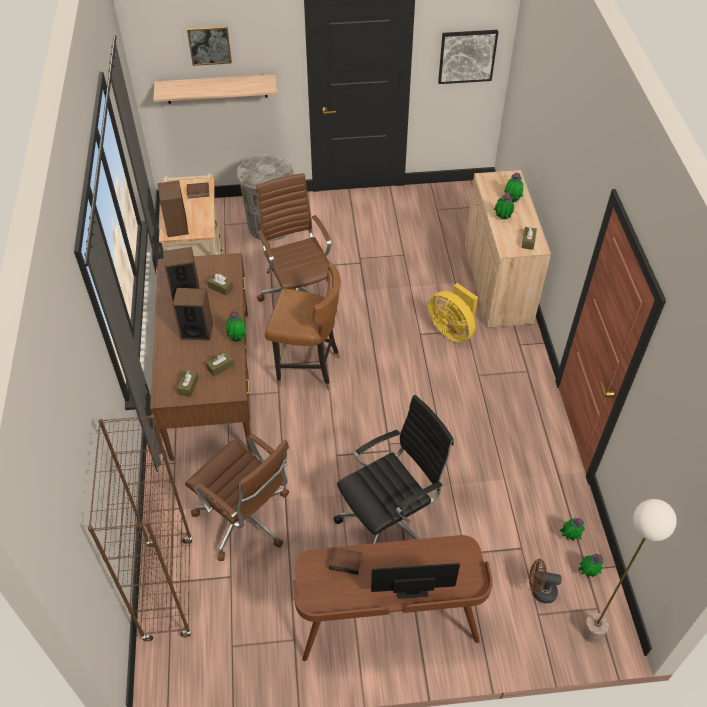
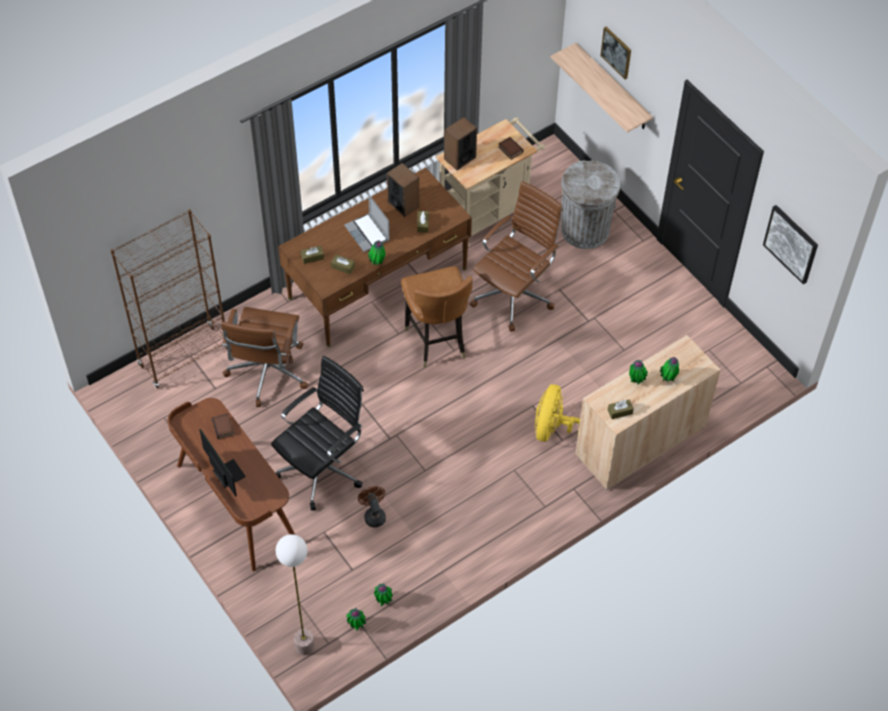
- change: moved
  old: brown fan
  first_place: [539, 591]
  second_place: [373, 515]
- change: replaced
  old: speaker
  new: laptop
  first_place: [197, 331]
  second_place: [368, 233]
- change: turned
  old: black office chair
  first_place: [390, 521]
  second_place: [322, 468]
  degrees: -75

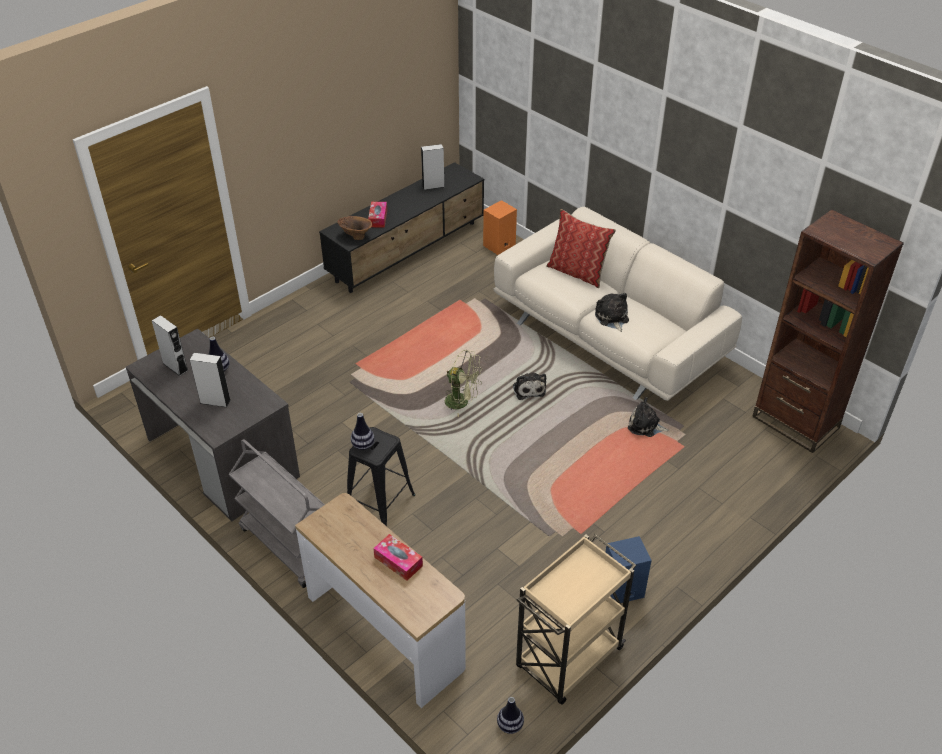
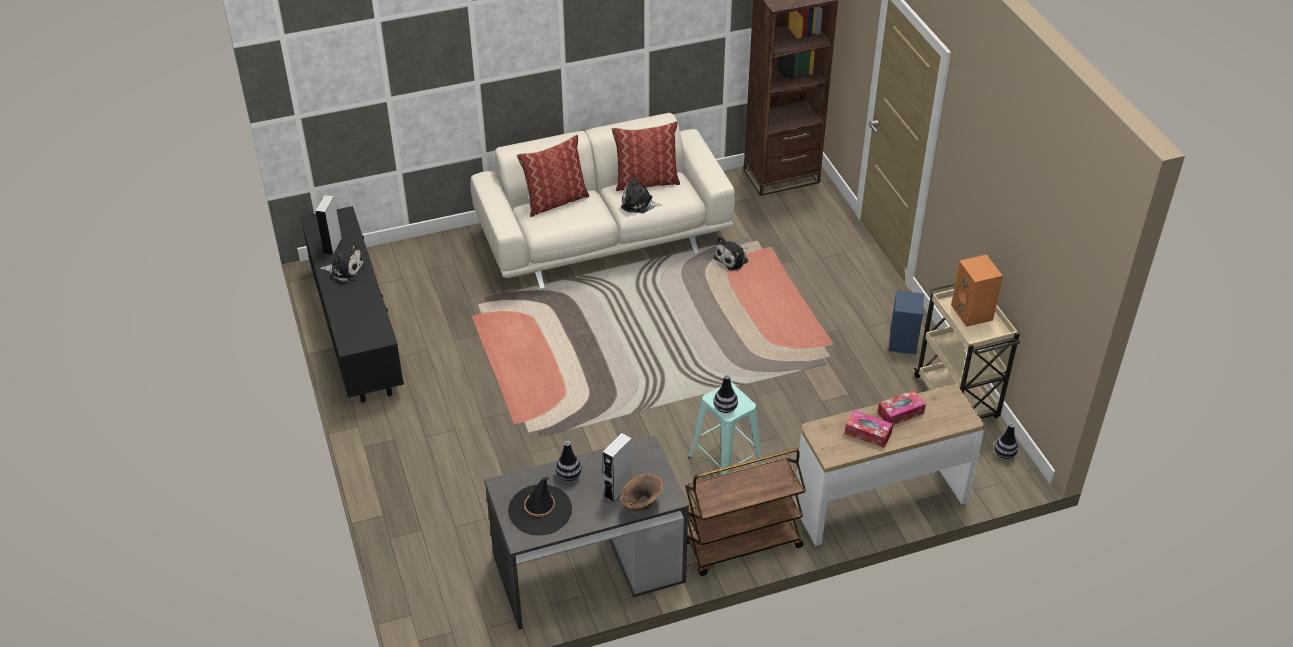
- change: removed
  old: green fan
  first_place: [462, 402]
- change: added
  new: pillow
  second_place: [646, 181]
- change: moved
  old: brown vase
  first_place: [356, 236]
  second_place: [641, 506]
- change: moved
  old: tissue box
  first_place: [378, 218]
  second_place: [868, 433]
- change: moved
  old: orange speaker
  first_place: [499, 246]
  second_place: [973, 313]
- change: moved
  old: plush toy
  first_place: [528, 389]
  second_place: [345, 269]
- change: replaced
  old: grey speaker
  new: black hat
  first_place: [175, 367]
  second_place: [540, 510]
- change: recoloured
  old: grey cart
  new: brown cart
  first_place: [287, 545]
  second_place: [741, 545]
- change: recoloured
  old: black stool
  new: turquoise stool
  first_place: [380, 504]
  second_place: [725, 463]

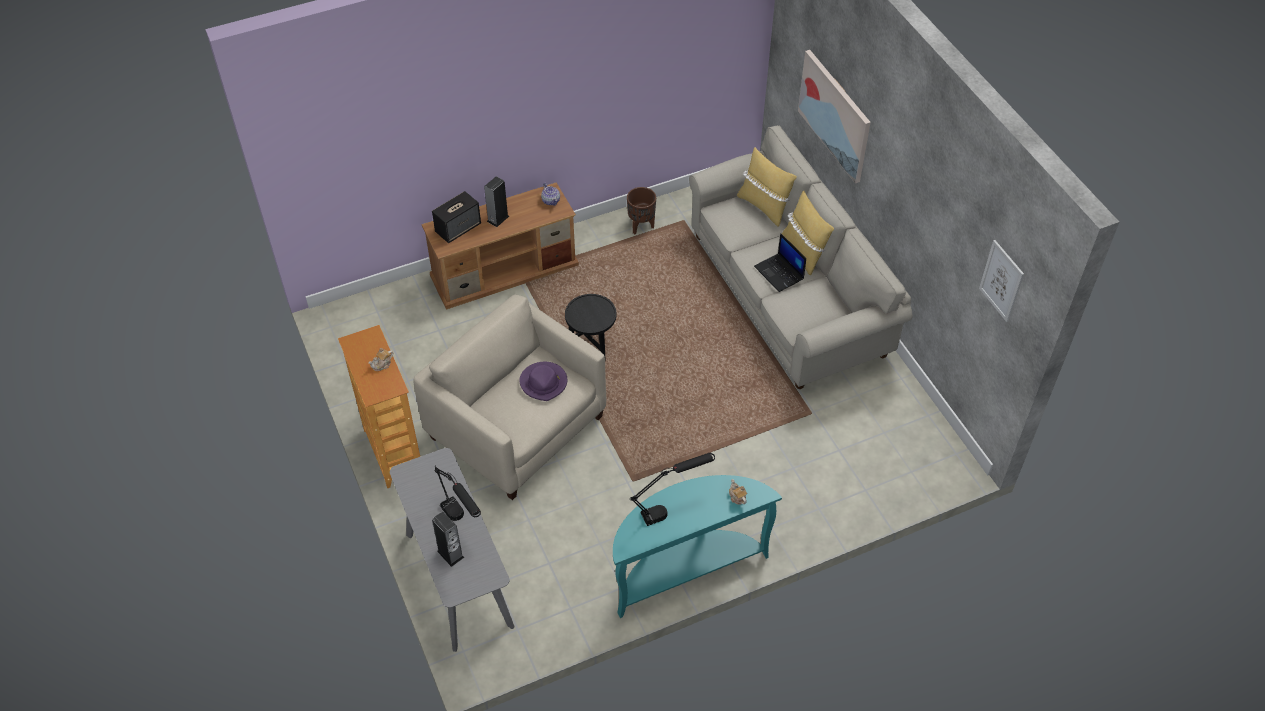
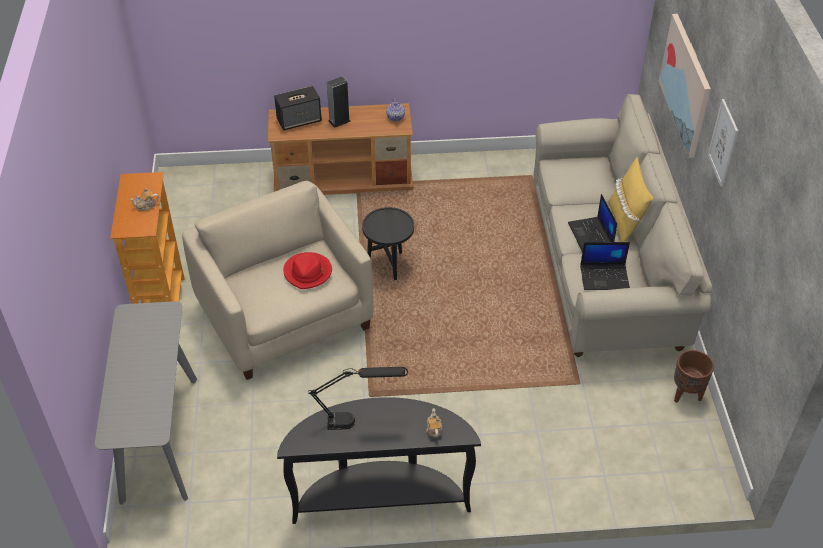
- change: removed
  old: speaker
  first_place: [450, 554]
- change: removed
  old: black table lamp
  first_place: [461, 522]
- change: removed
  old: yellow pillow
  first_place: [764, 206]
- change: added
  new: laptop
  second_place: [605, 277]
- change: moved
  old: brown planter
  first_place: [641, 226]
  second_place: [686, 395]
- change: moved
  old: picture
  first_place: [1001, 281]
  second_place: [723, 143]
- change: recoloured
  old: purple hat
  new: red hat
  first_place: [544, 382]
  second_place: [308, 272]
- change: recoloured
  old: turquoise console table
  new: black console table
  first_place: [685, 569]
  second_place: [380, 497]

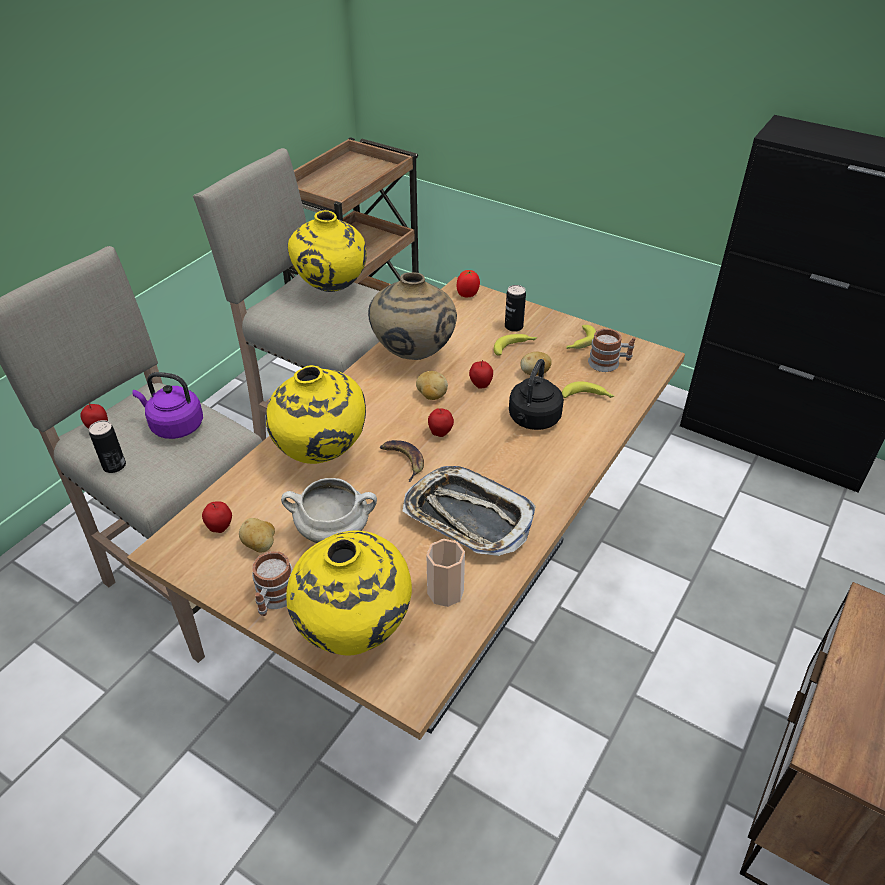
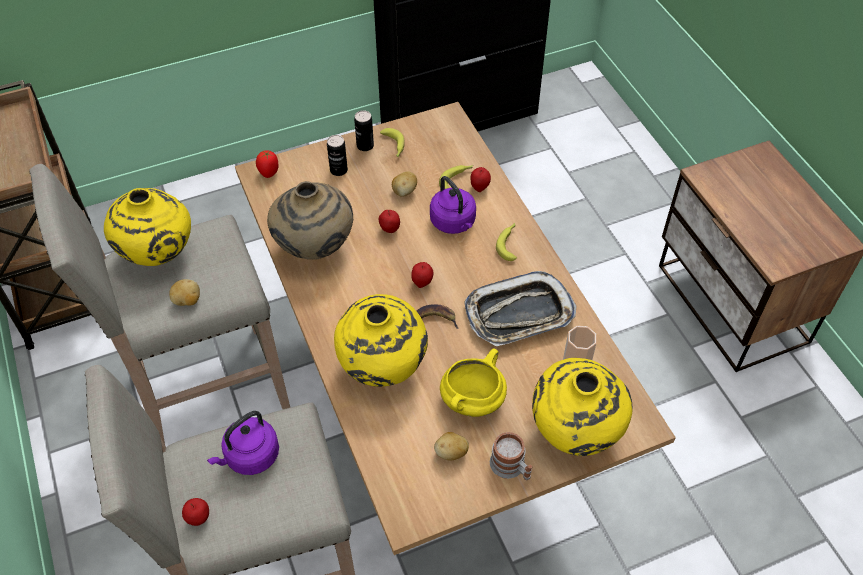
- change: removed
  old: mug
  first_place: [609, 363]
- change: moved
  old: can
  first_place: [114, 466]
  second_place: [365, 146]
- change: moved
  old: apple
  first_place: [220, 528]
  second_place: [480, 188]
- change: moved
  old: potato
  first_place: [431, 396]
  second_place: [187, 301]
- change: moved
  old: banana
  first_place: [514, 347]
  second_place: [509, 244]
- change: recoloured
  old: white cooking pot
  new: yellow cooking pot
  first_place: [334, 531]
  second_place: [472, 399]
- change: recoloured
  old: black kettle
  new: purple kettle
  first_place: [533, 420]
  second_place: [454, 223]

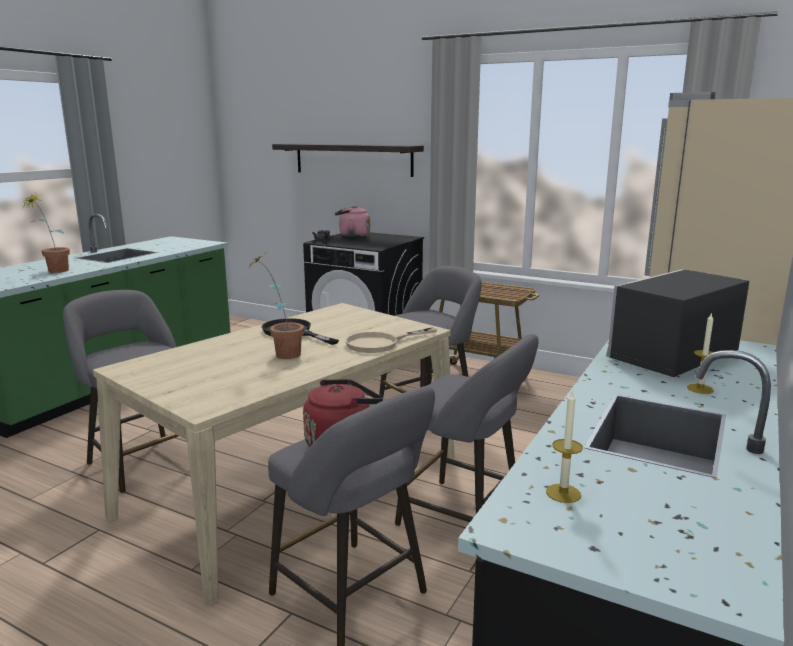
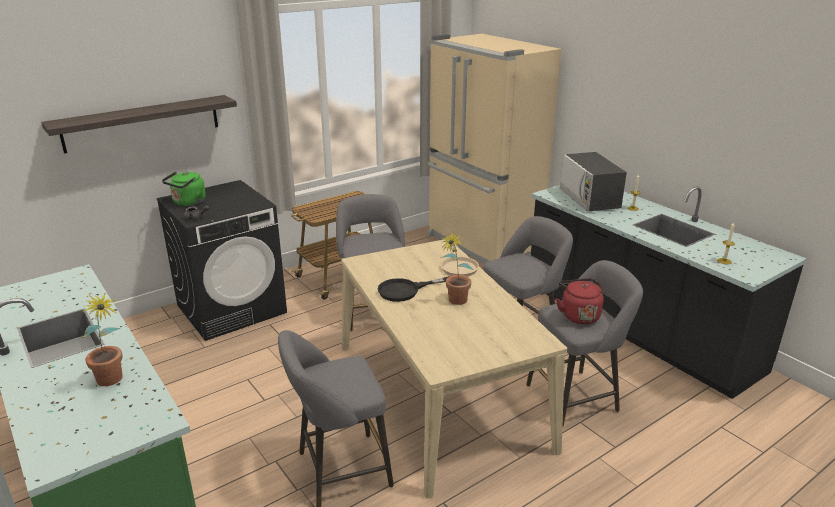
- change: recoloured
  old: pink kettle
  new: green kettle
  first_place: [352, 236]
  second_place: [188, 202]

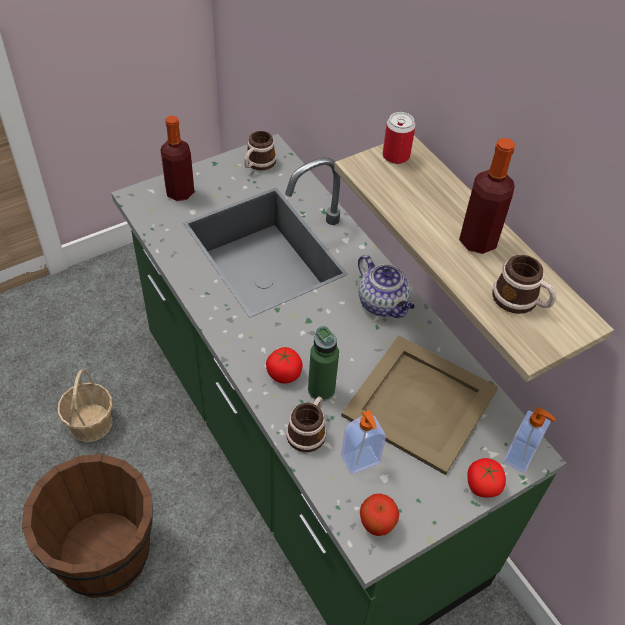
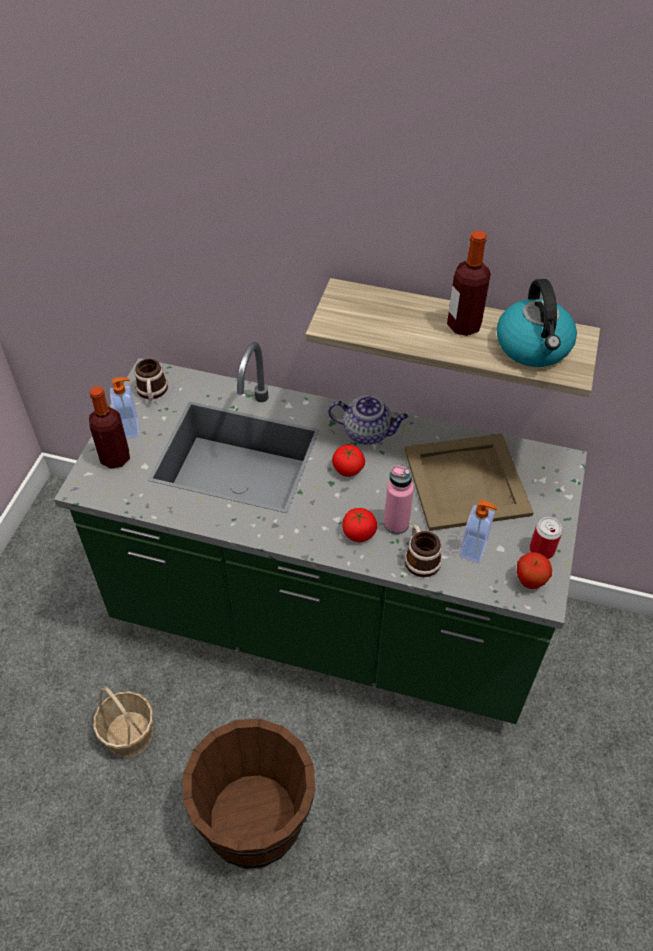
- change: moved
  old: can
  first_place: [396, 156]
  second_place: [542, 550]
- change: moved
  old: tomato
  first_place: [482, 485]
  second_place: [347, 469]
- change: moved
  old: soap dispenser
  first_place: [520, 456]
  second_place: [130, 428]
- change: replaced
  old: mug
  new: kettle
  first_place: [520, 301]
  second_place: [533, 347]
- change: recoloured
  old: green bottle
  new: pink bottle
  first_place: [321, 390]
  second_place: [396, 524]

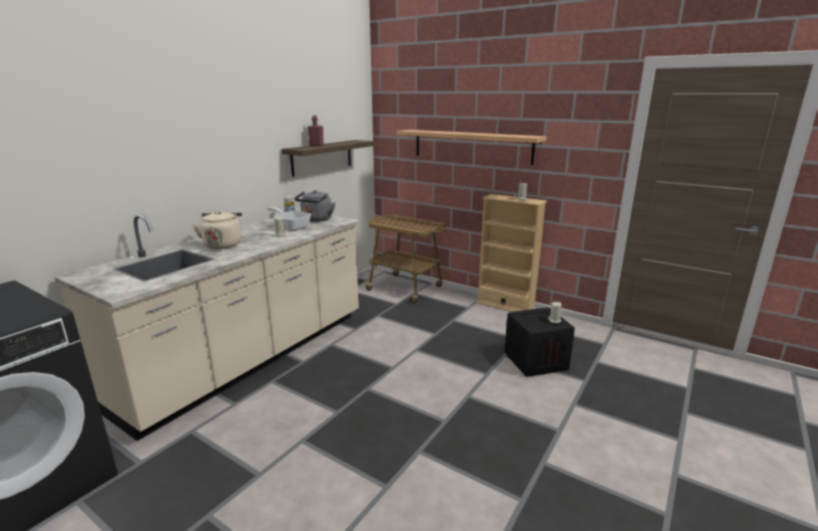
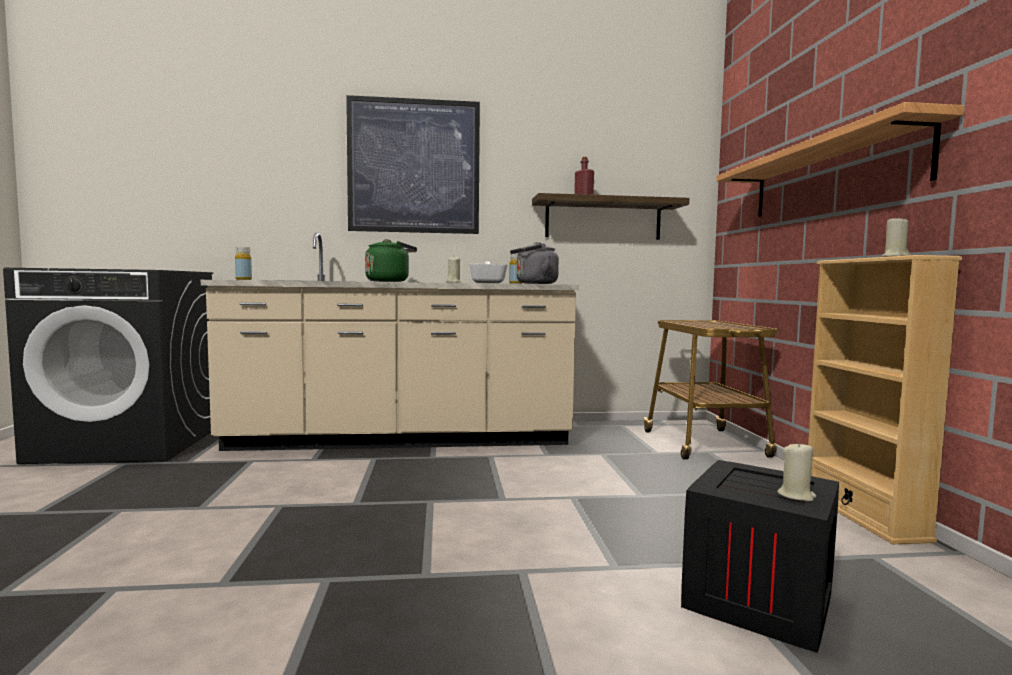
- change: added
  new: yellow bottle
  second_place: [243, 279]
- change: added
  new: picture
  second_place: [414, 166]
- change: recoloured
  old: beige kettle
  new: green kettle
  first_place: [223, 244]
  second_place: [389, 281]

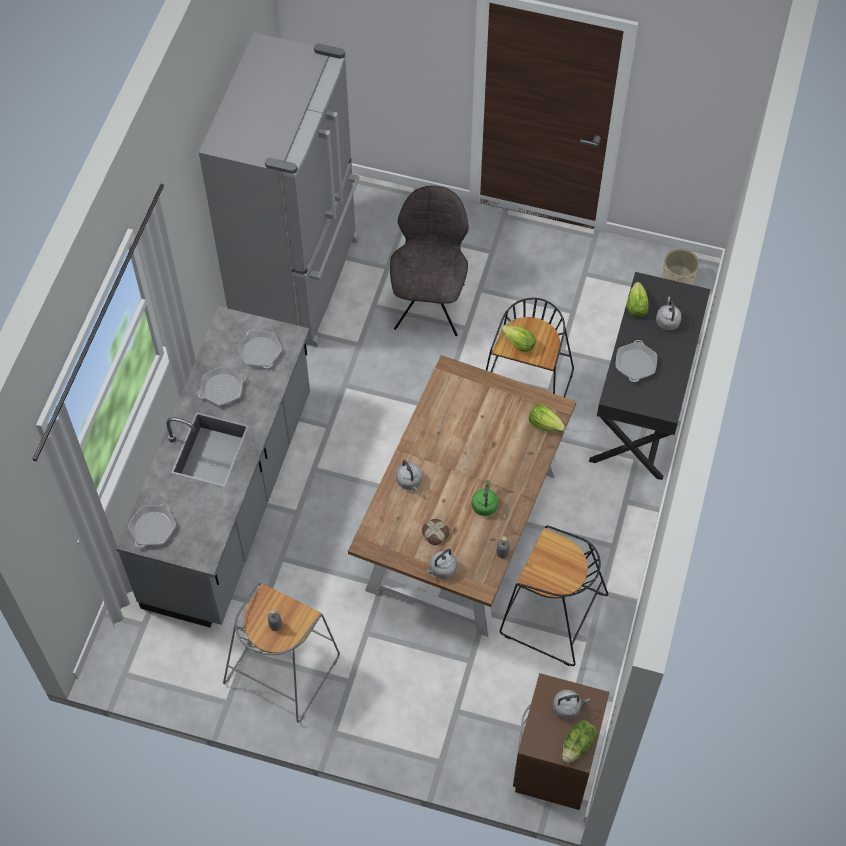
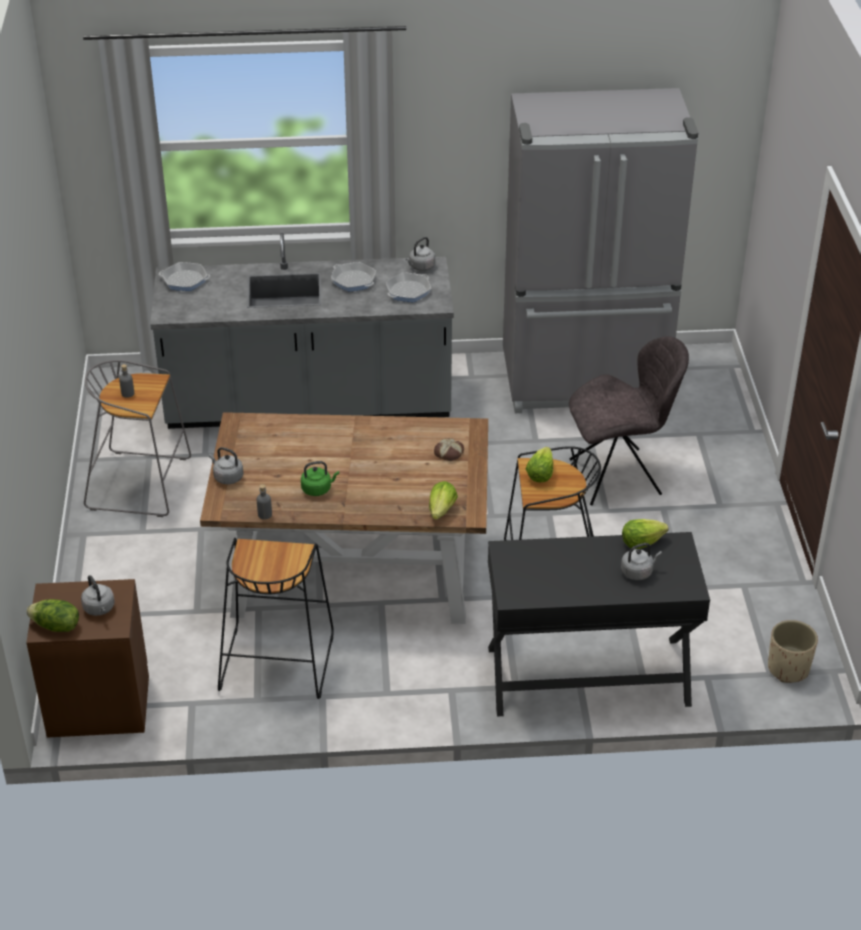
- change: removed
  old: frying pan
  first_place: [635, 364]
- change: moved
  old: grey kettle
  first_place: [409, 481]
  second_place: [421, 267]
- change: moved
  old: bread
  first_place: [436, 533]
  second_place: [449, 453]

